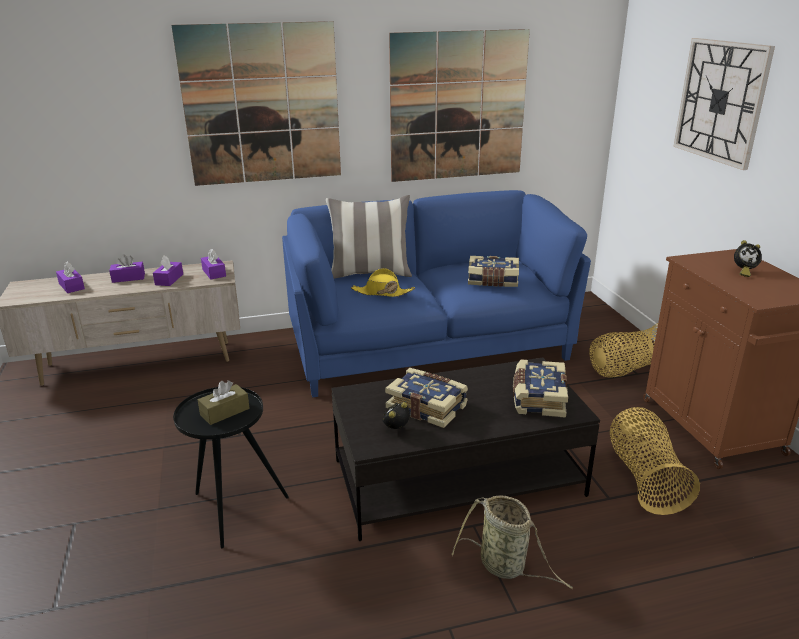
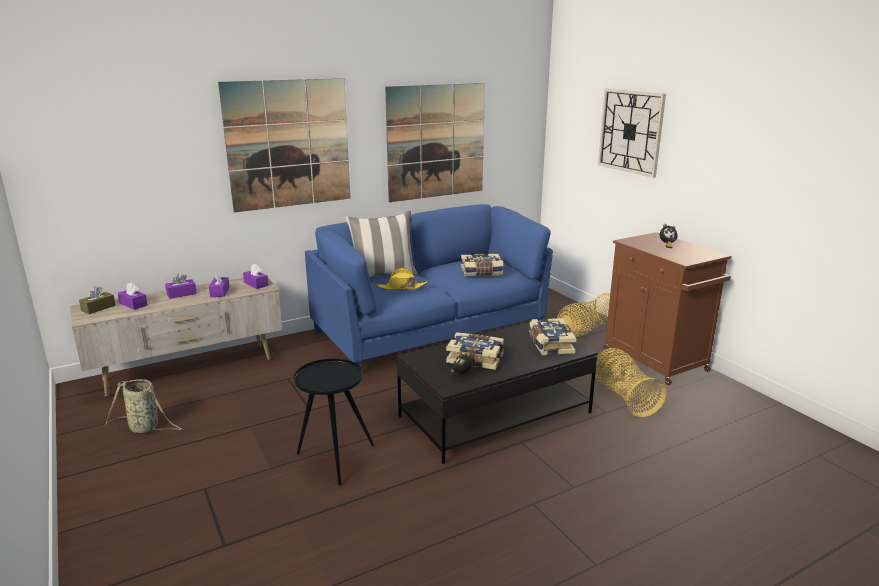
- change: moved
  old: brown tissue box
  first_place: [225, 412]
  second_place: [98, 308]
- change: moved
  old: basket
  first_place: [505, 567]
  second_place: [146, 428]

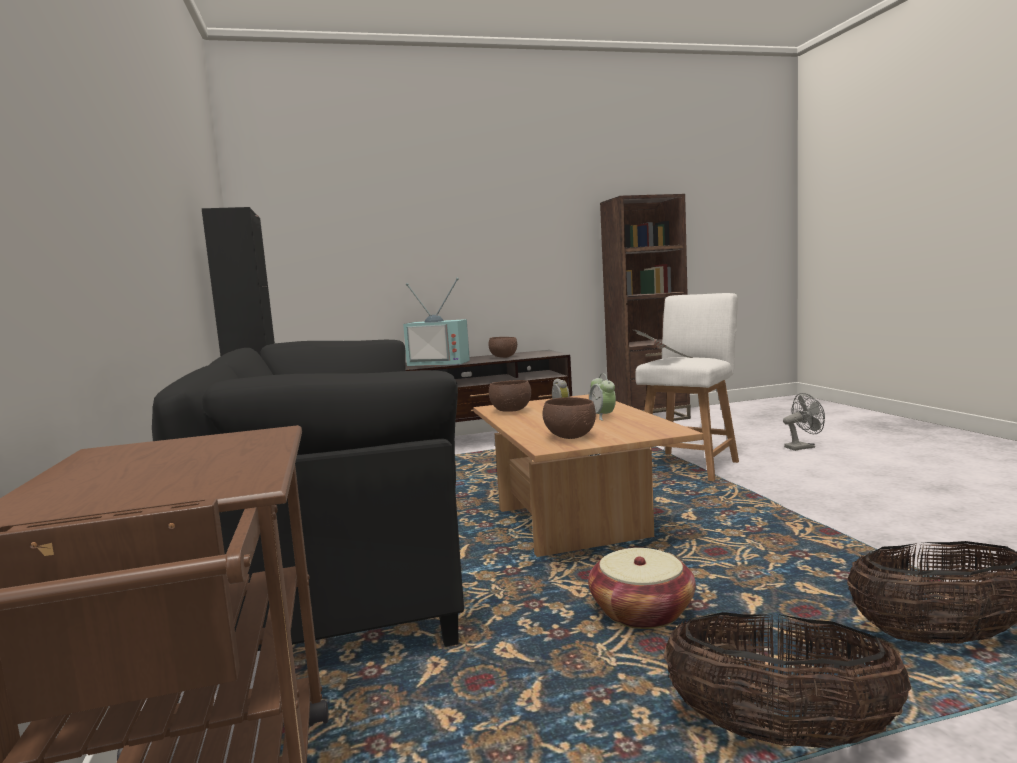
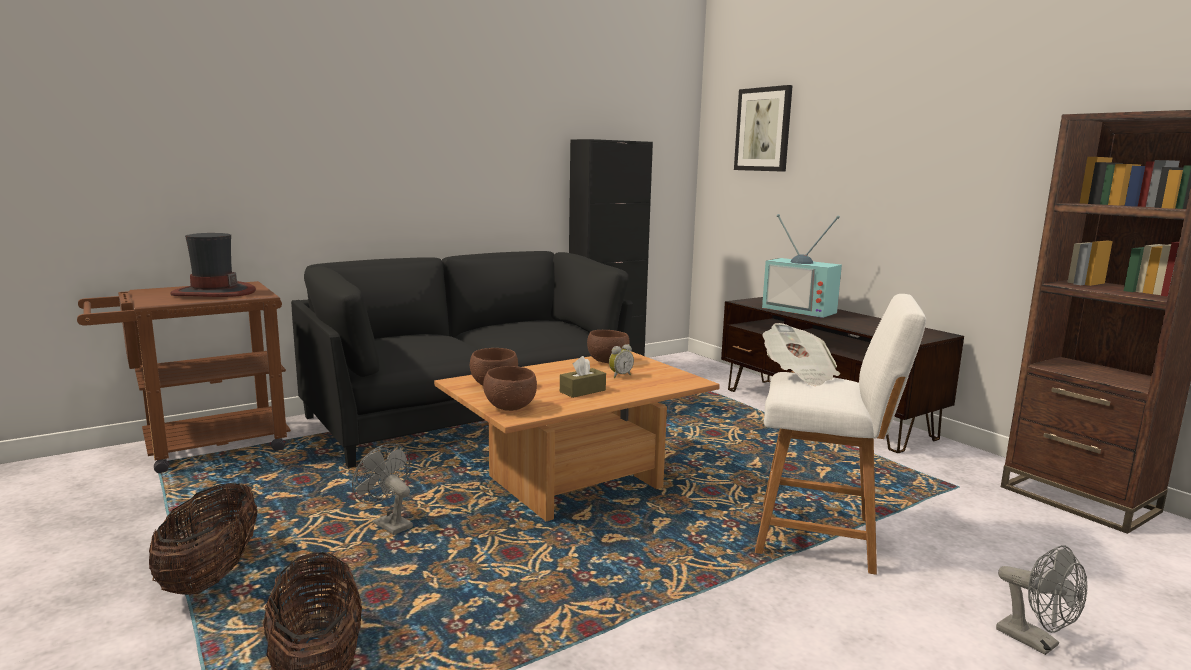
- change: added
  new: hat
  second_place: [213, 292]
- change: added
  new: picture
  second_place: [763, 129]
- change: moved
  old: brown bowl
  first_place: [504, 357]
  second_place: [509, 408]
- change: replaced
  old: basket
  new: grey fan
  first_place: [642, 612]
  second_place: [388, 524]
- change: replaced
  old: alarm clock
  new: brown tissue box
  first_place: [602, 416]
  second_place: [582, 391]
- change: turned
  old: television
  first_place: [440, 362]
  second_place: [801, 310]
  degrees: -45

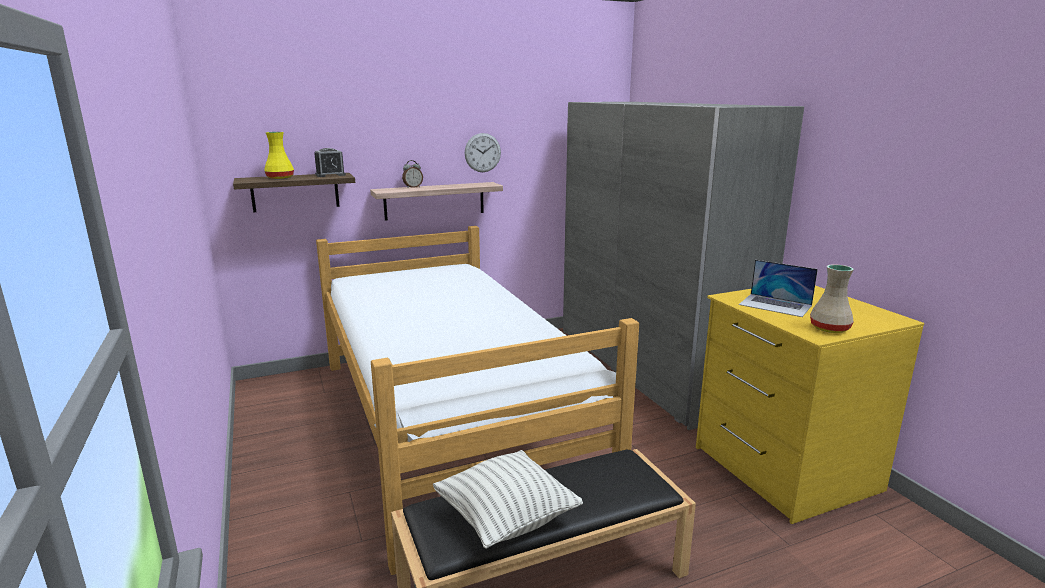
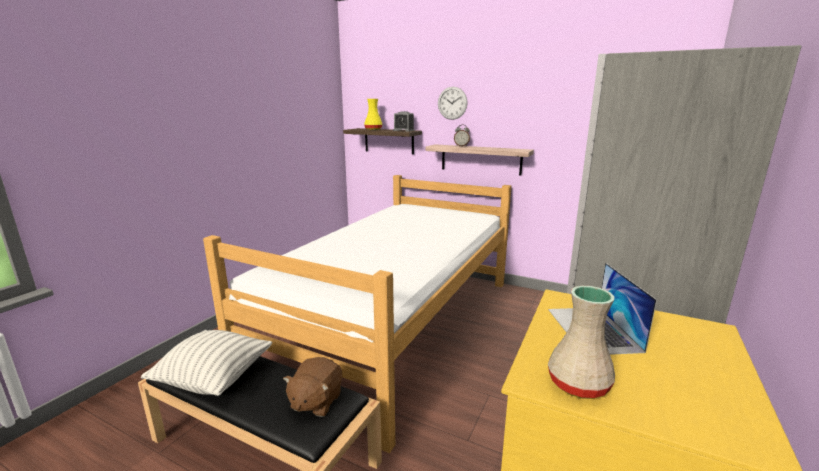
- change: added
  new: brown plush toy
  second_place: [315, 401]
- change: moved
  old: wall clock
  first_place: [482, 152]
  second_place: [452, 103]

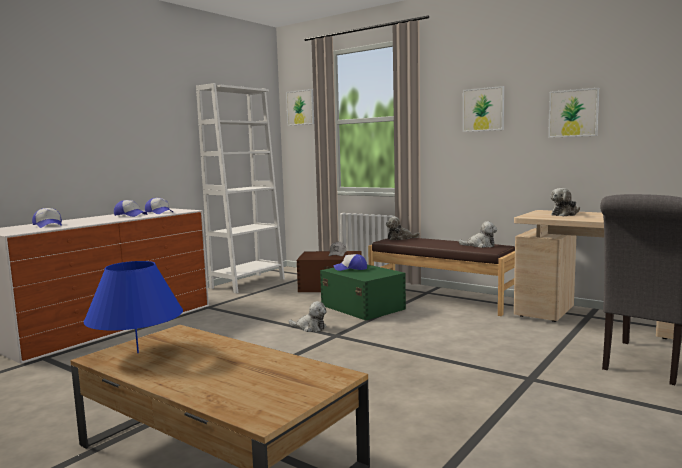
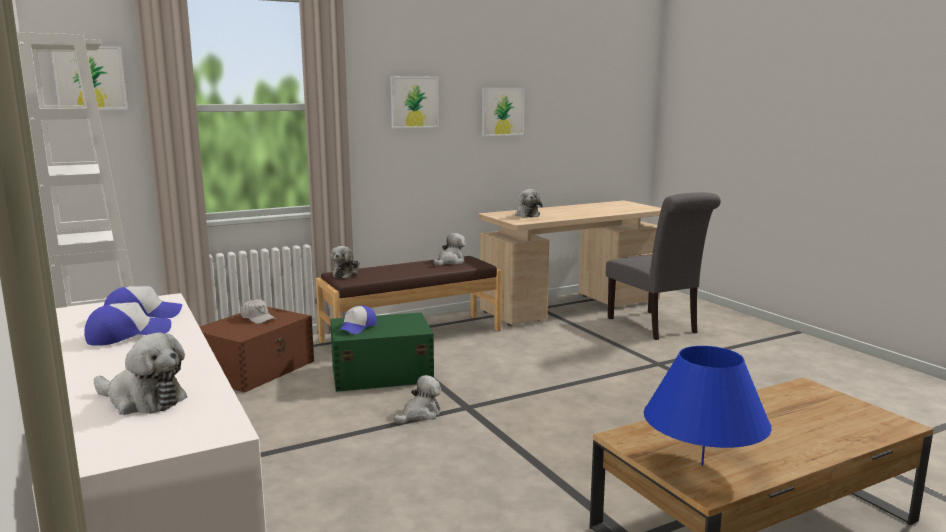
- change: replaced
  old: cap
  new: plush toy
  first_place: [49, 225]
  second_place: [143, 400]

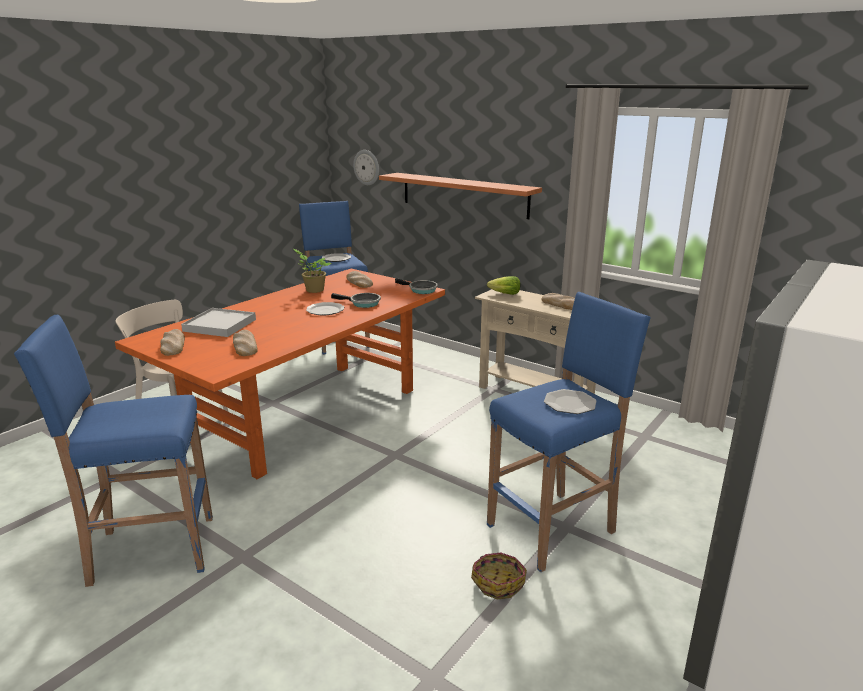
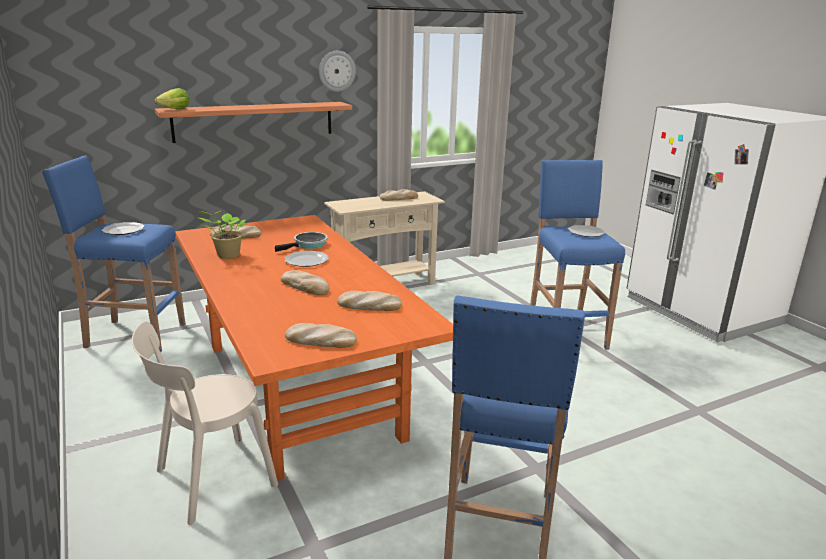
- change: removed
  old: white tray
  first_place: [220, 325]
- change: removed
  old: frying pan
  first_place: [420, 290]
- change: removed
  old: basket
  first_place: [498, 582]
- change: added
  new: bread
  second_place: [305, 286]
- change: moved
  old: wall clock
  first_place: [367, 167]
  second_place: [336, 71]
- change: moved
  old: lettuce
  first_place: [505, 294]
  second_place: [174, 109]

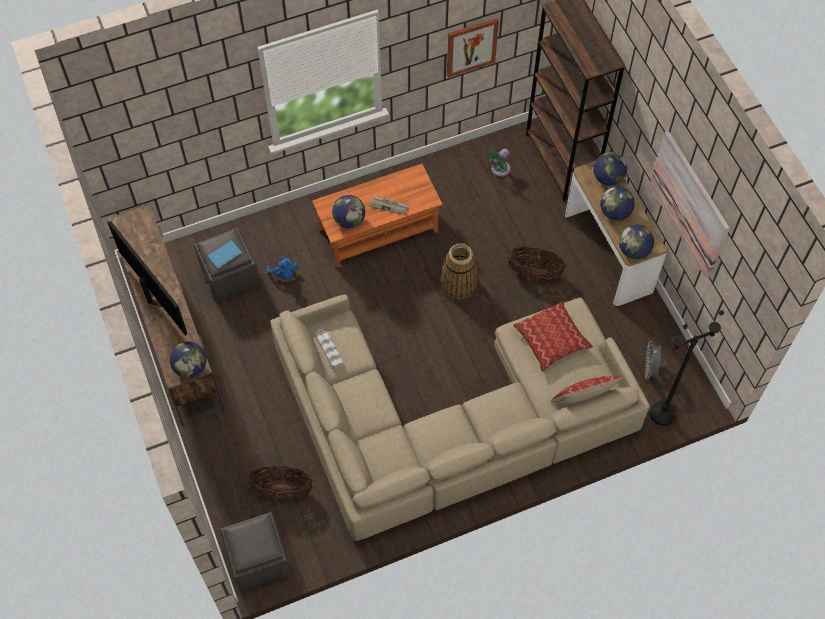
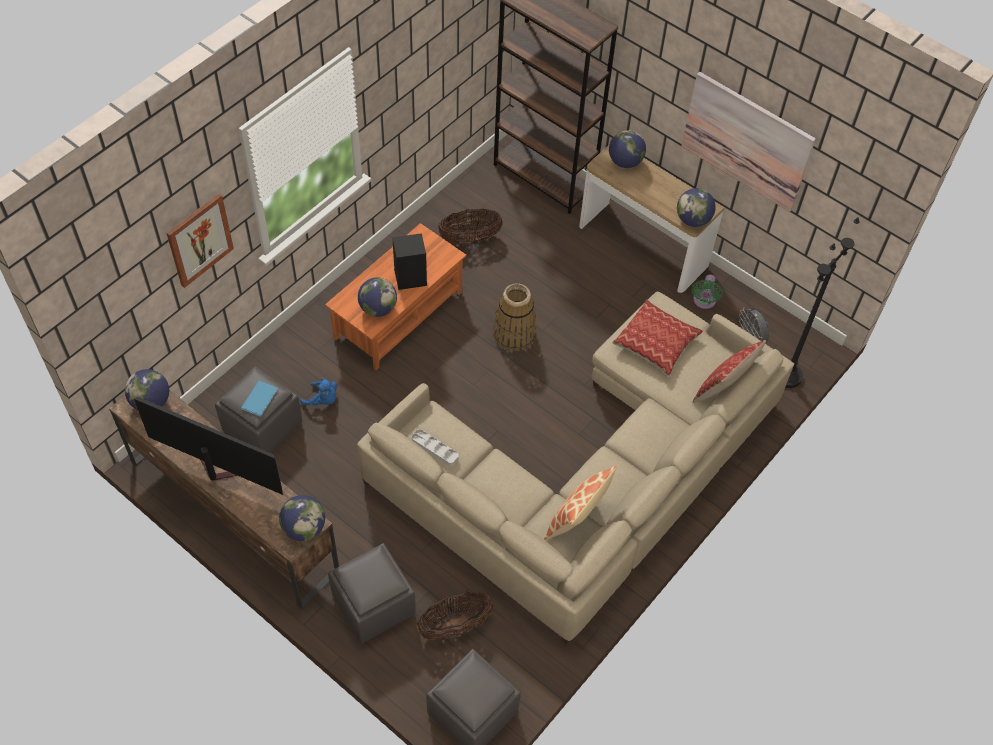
- change: added
  new: grey ottoman
  second_place: [373, 604]
- change: added
  new: pillow
  second_place: [577, 519]
- change: moved
  old: picture
  first_place: [471, 46]
  second_place: [199, 239]
- change: moved
  old: green fan
  first_place: [499, 170]
  second_place: [704, 302]
- change: moved
  old: basket
  first_place: [534, 272]
  second_place: [470, 239]
- change: moved
  old: globe
  first_place: [615, 213]
  second_place: [151, 402]
- change: replaced
  old: newspaper
  new: black speaker
  first_place: [389, 205]
  second_place: [411, 277]

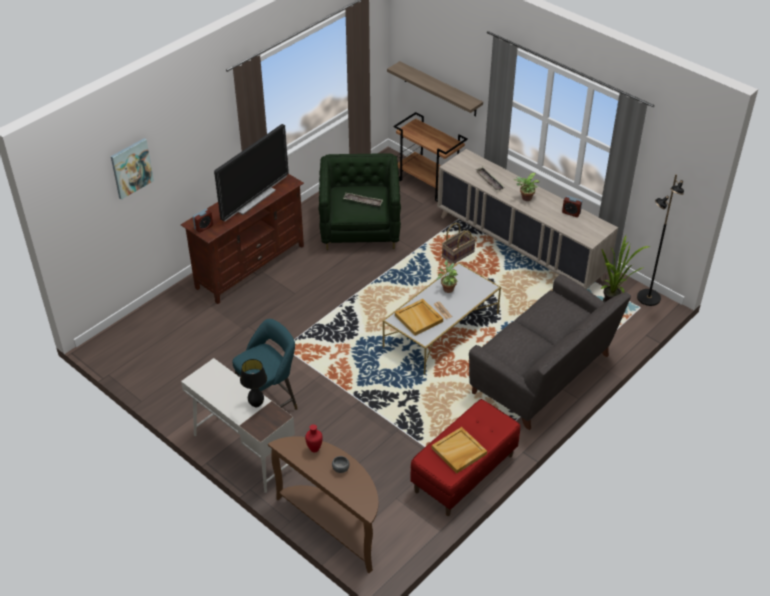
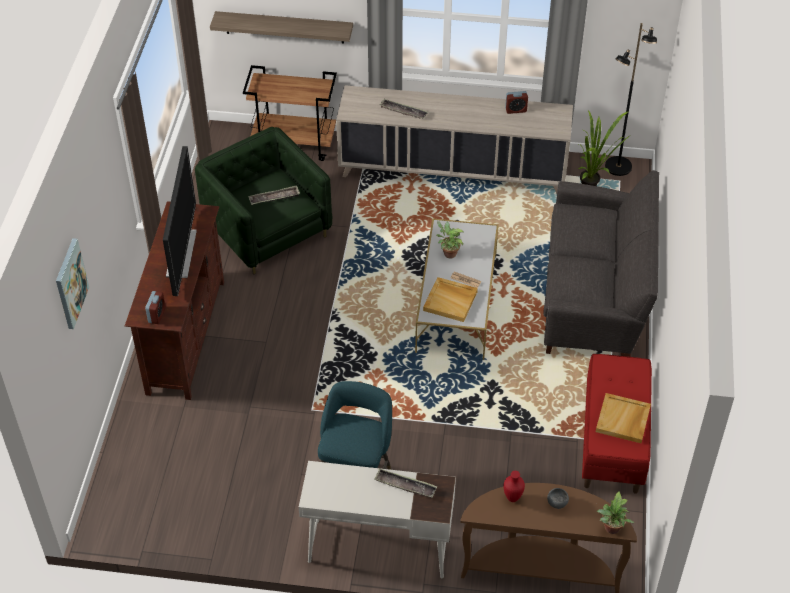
- change: removed
  old: basket
  first_place: [457, 254]
- change: moved
  old: potted plant
  first_place: [525, 198]
  second_place: [611, 529]
- change: replaced
  old: black table lamp
  new: tray
  first_place: [256, 404]
  second_place: [405, 485]

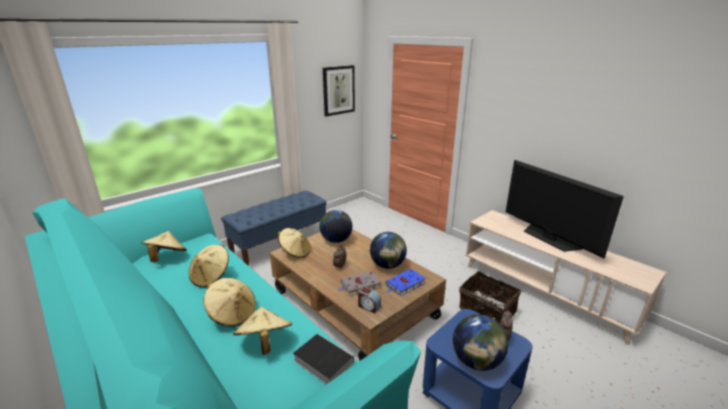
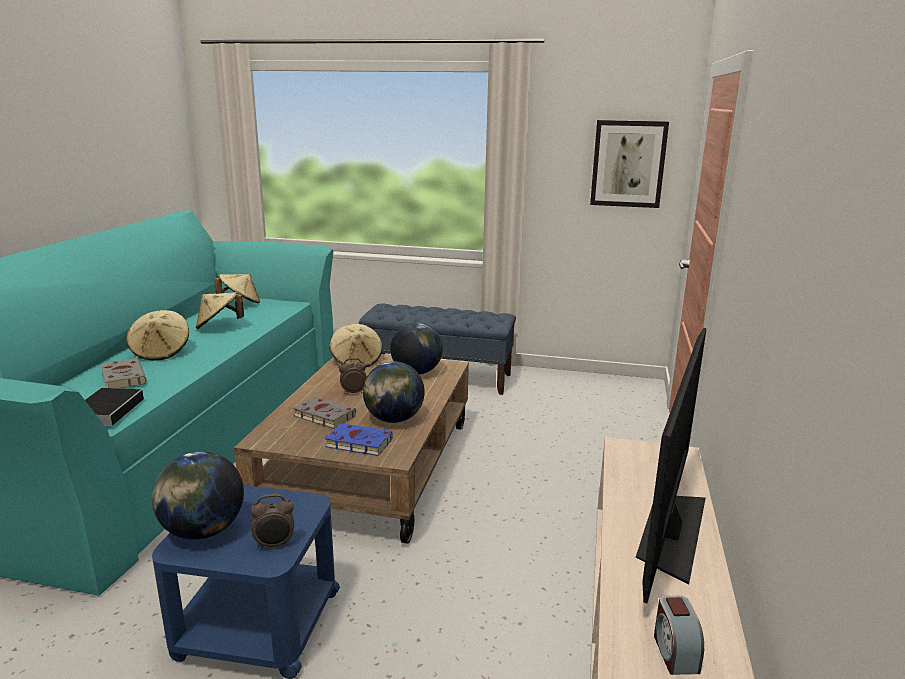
- change: removed
  old: basket
  first_place: [486, 311]
- change: moved
  old: alarm clock
  first_place: [368, 306]
  second_place: [674, 652]
- change: replaced
  old: beige hat
  new: grey book
  first_place: [264, 342]
  second_place: [123, 377]

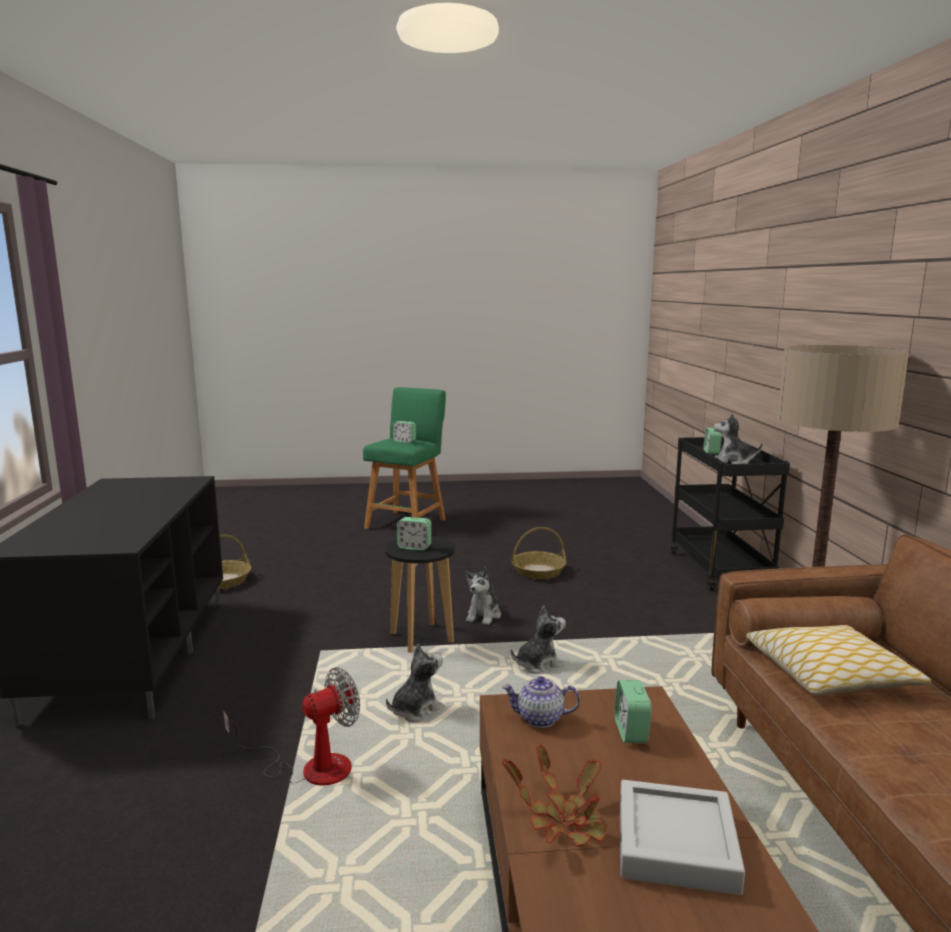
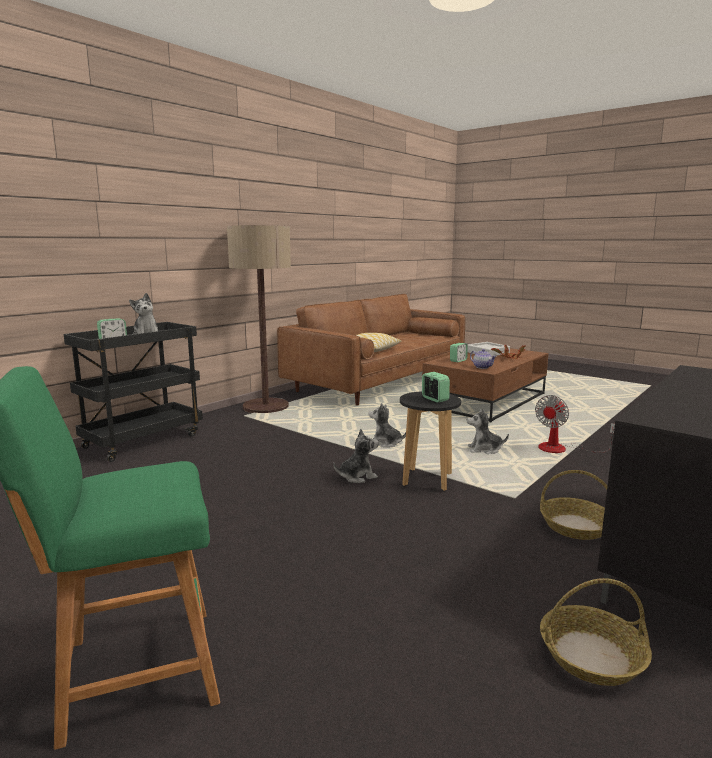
- change: removed
  old: alarm clock
  first_place: [404, 441]
- change: moved
  old: basket
  first_place: [538, 571]
  second_place: [574, 526]
- change: turned
  old: fan
  first_place: [310, 768]
  second_place: [562, 449]
  degrees: -60

